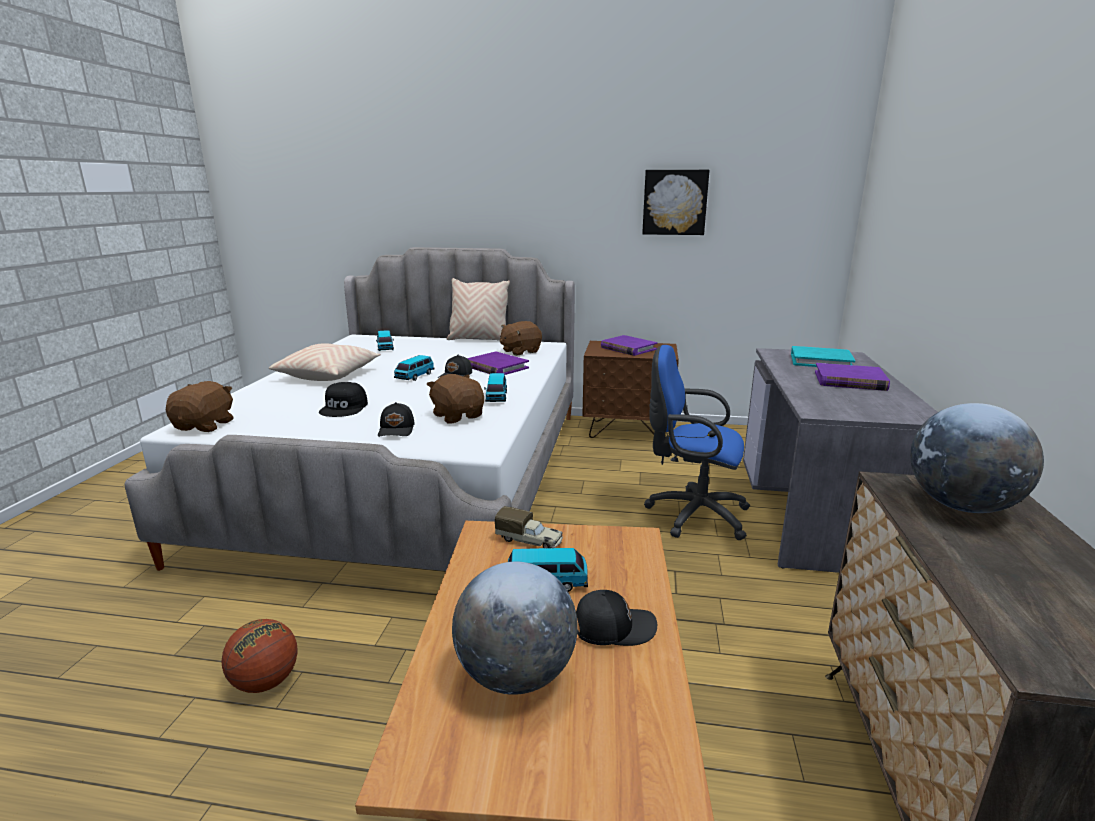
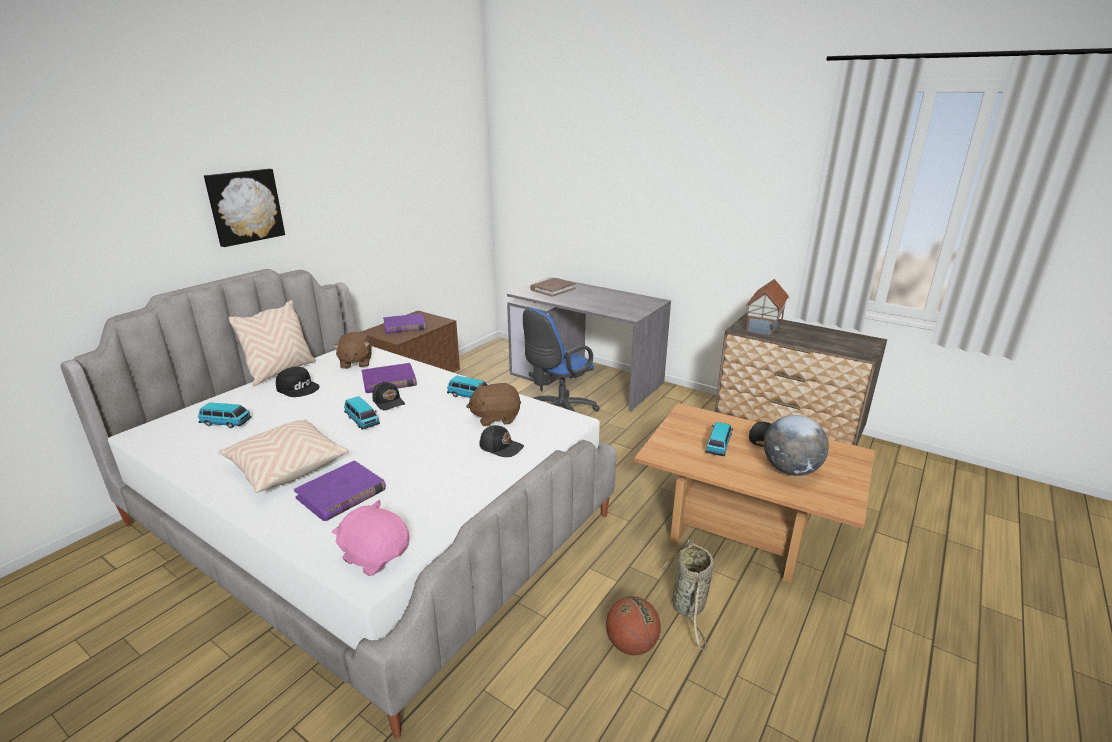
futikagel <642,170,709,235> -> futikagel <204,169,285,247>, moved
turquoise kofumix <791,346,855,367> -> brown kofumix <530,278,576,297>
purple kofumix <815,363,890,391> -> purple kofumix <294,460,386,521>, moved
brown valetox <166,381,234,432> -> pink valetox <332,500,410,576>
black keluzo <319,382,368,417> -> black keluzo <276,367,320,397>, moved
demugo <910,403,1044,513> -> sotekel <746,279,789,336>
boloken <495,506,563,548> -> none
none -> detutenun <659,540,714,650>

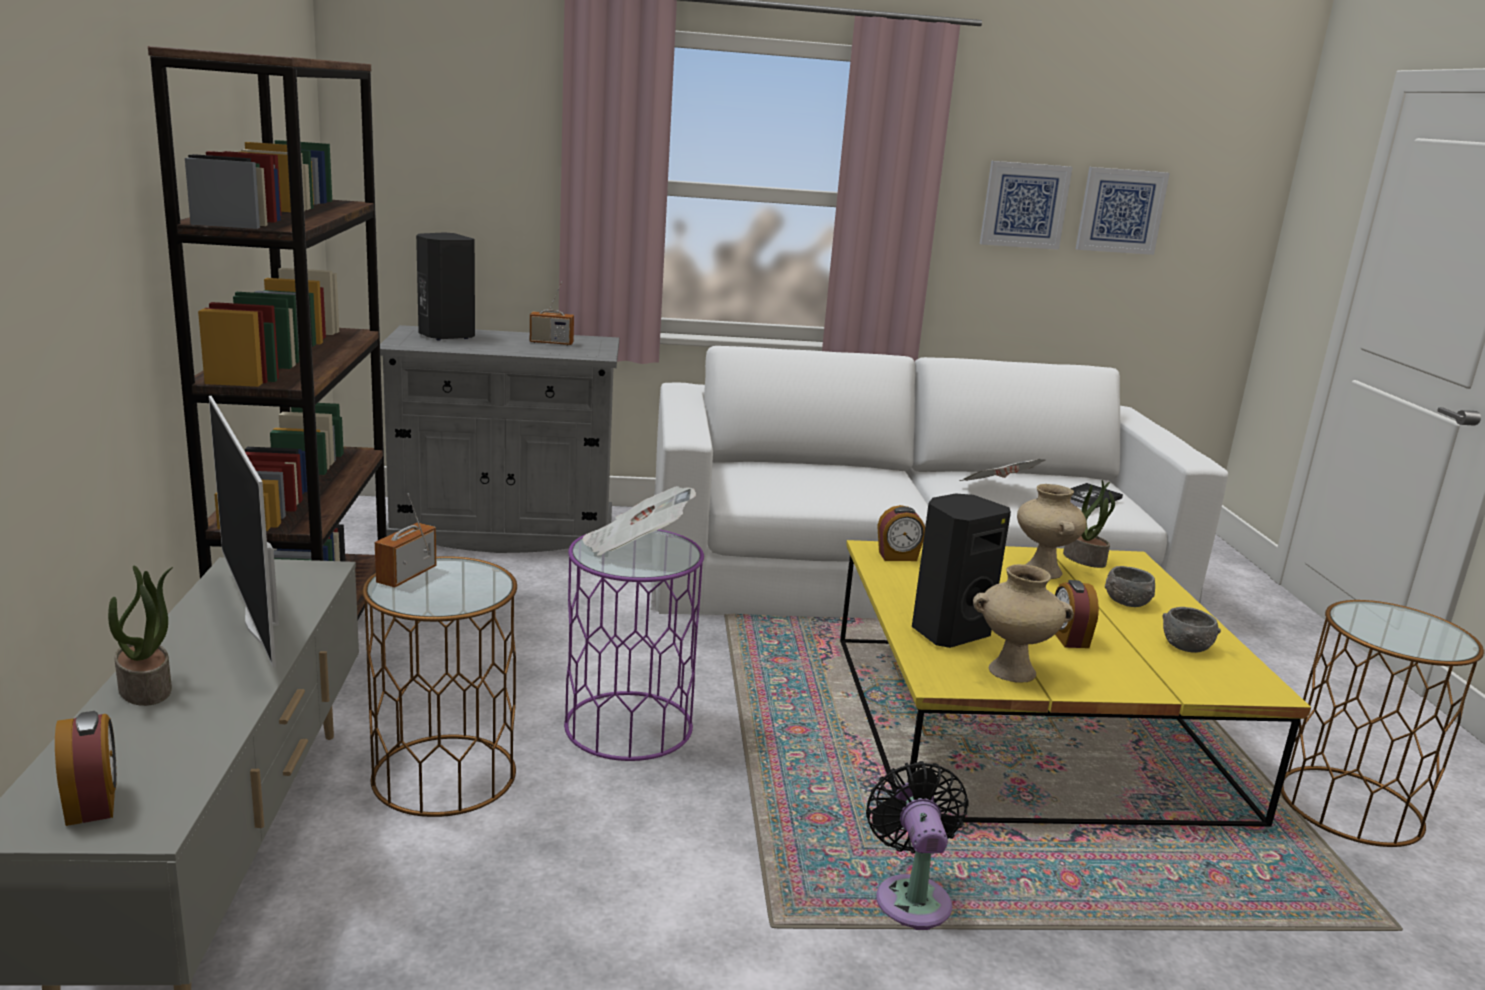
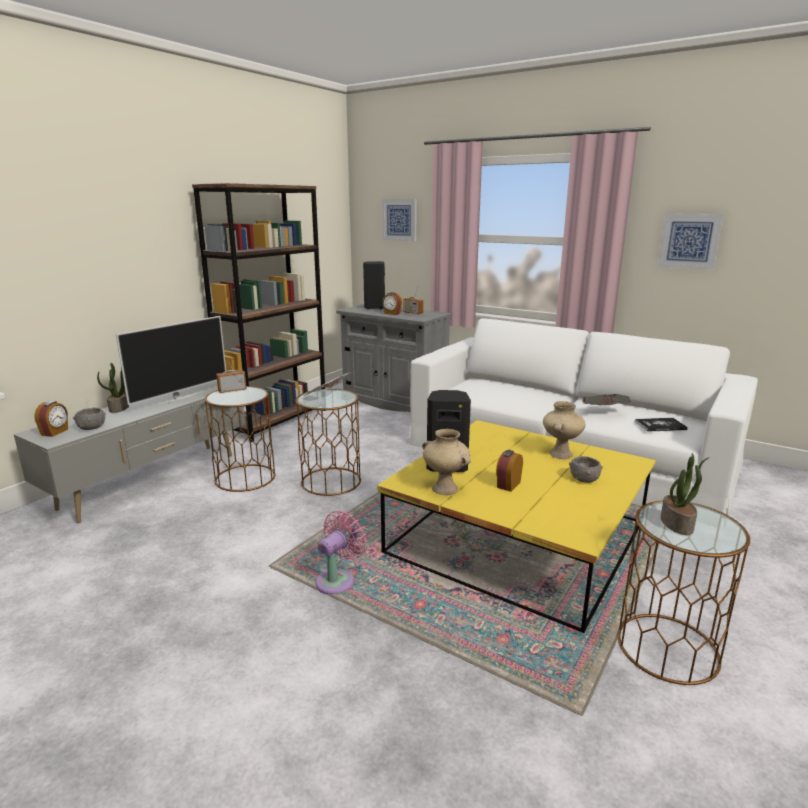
futikagel <1076,167,1170,255> -> futikagel <382,199,417,241>, moved
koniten <209,396,279,668> -> koniten <116,316,226,406>, 150 degrees counterclockwise
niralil <1063,480,1115,568> -> niralil <661,453,710,535>, moved
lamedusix <877,505,925,561> -> lamedusix <383,292,402,315>, moved
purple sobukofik <564,529,704,761> -> brown sobukofik <295,389,361,496>
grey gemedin <1163,607,1221,653> -> grey gemedin <73,408,106,430>, moved
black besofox <866,761,969,930> -> pink besofox <315,510,367,594>

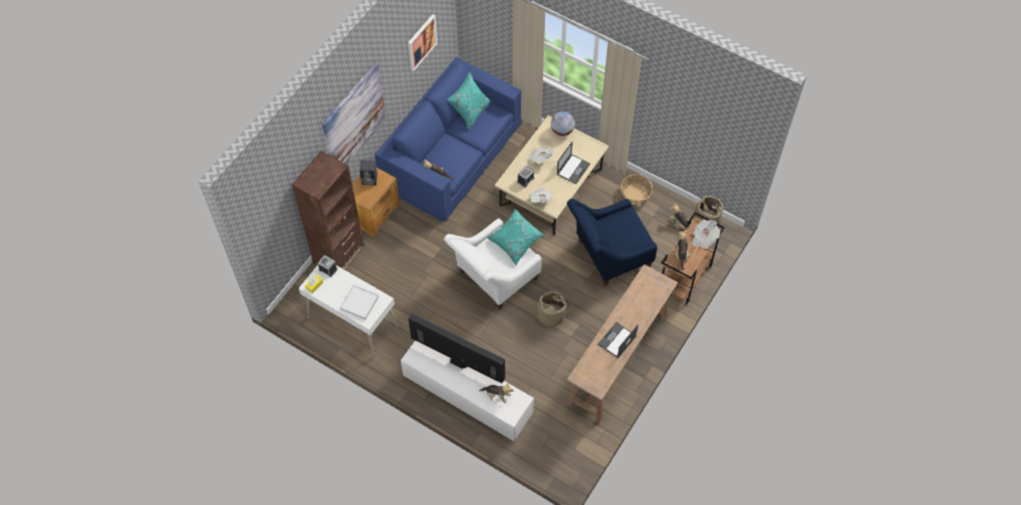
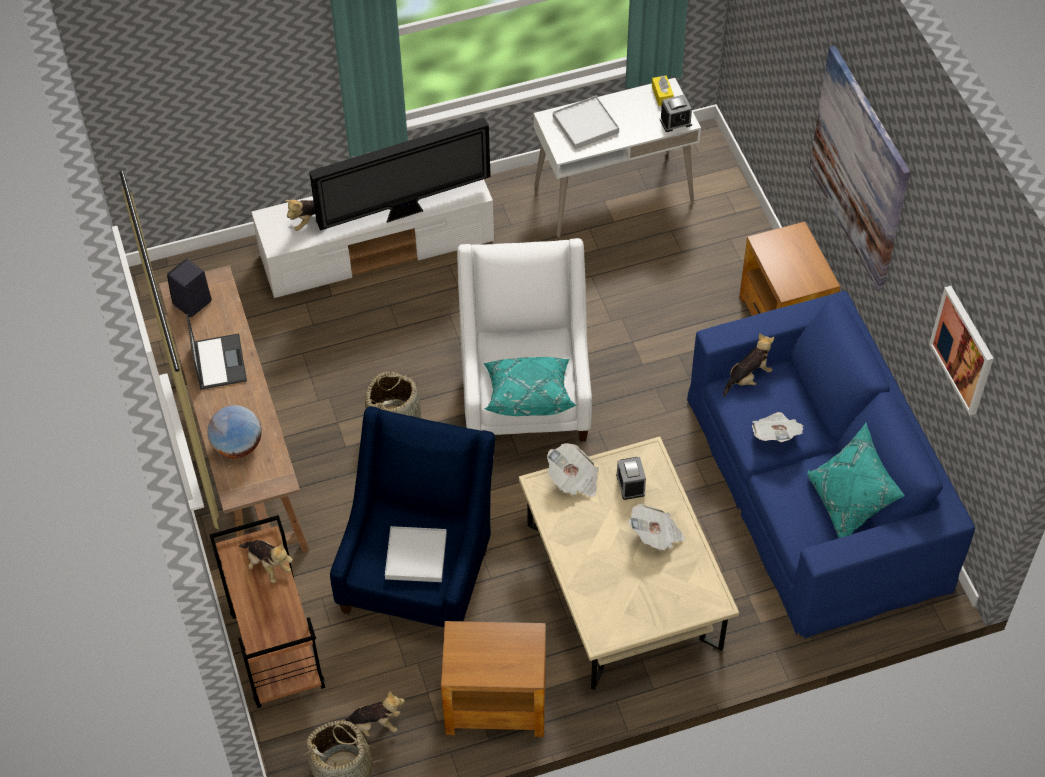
demugo <551,111,575,136> -> demugo <208,405,262,458>, moved
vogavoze <557,141,590,184> -> none
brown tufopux <292,151,364,270> -> none
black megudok <360,160,377,185> -> black megudok <167,259,212,317>, moved
detutenun <620,174,653,204> -> brown sobukofik <441,621,546,737>
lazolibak <692,219,720,249> -> lazolibak <752,412,804,442>, moved
none -> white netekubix <385,526,447,582>

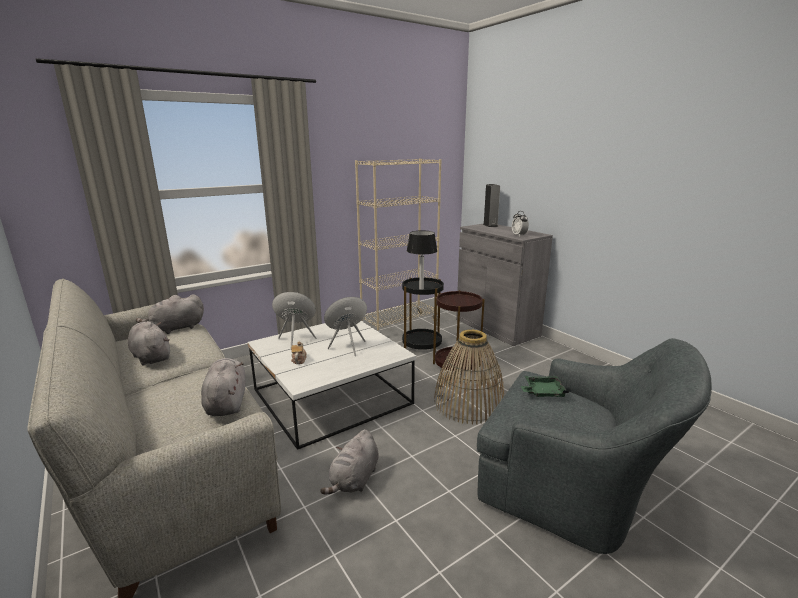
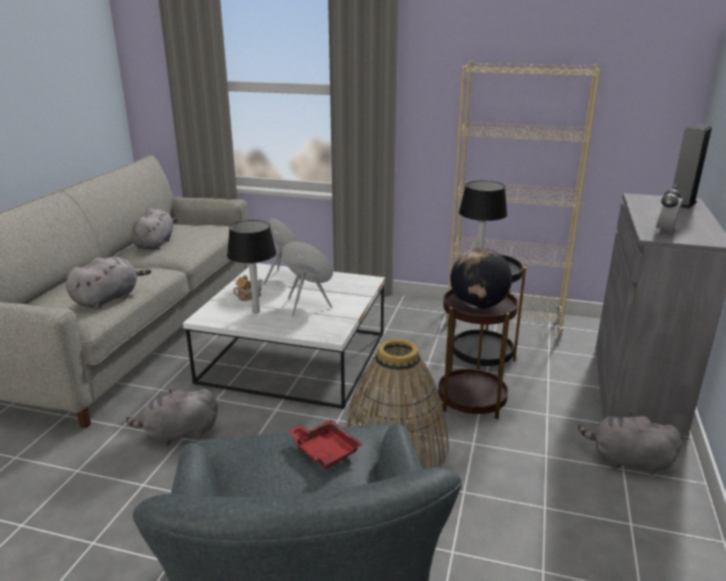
grey valetox <136,294,204,334> -> grey valetox <578,412,682,475>, moved
green netekubix <521,376,569,397> -> red netekubix <288,420,363,470>
none -> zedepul <227,220,277,313>
none -> demugo <450,248,512,309>

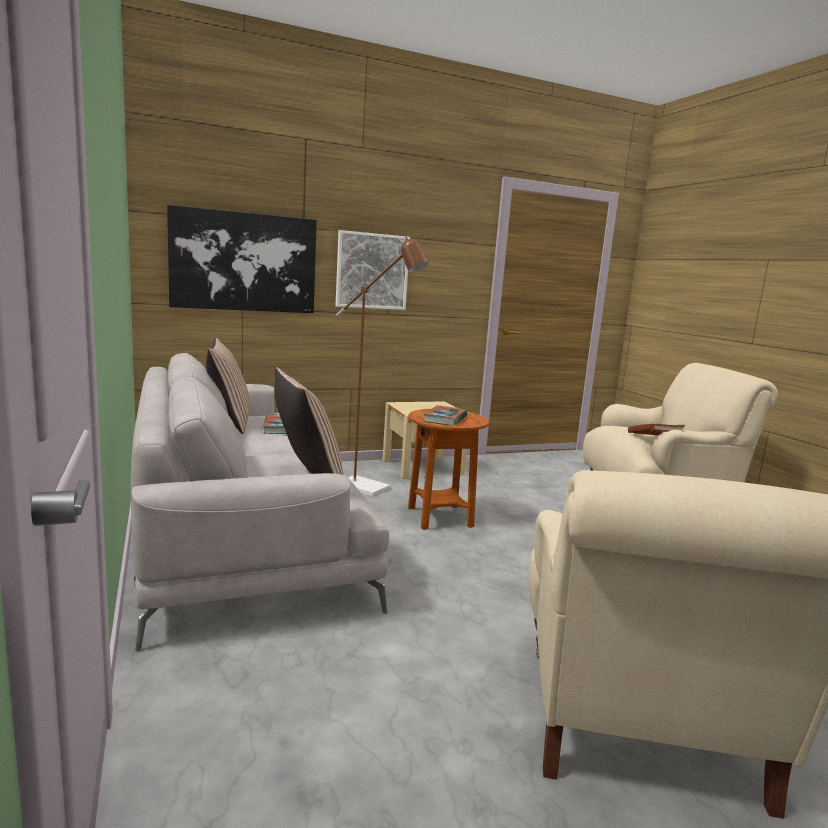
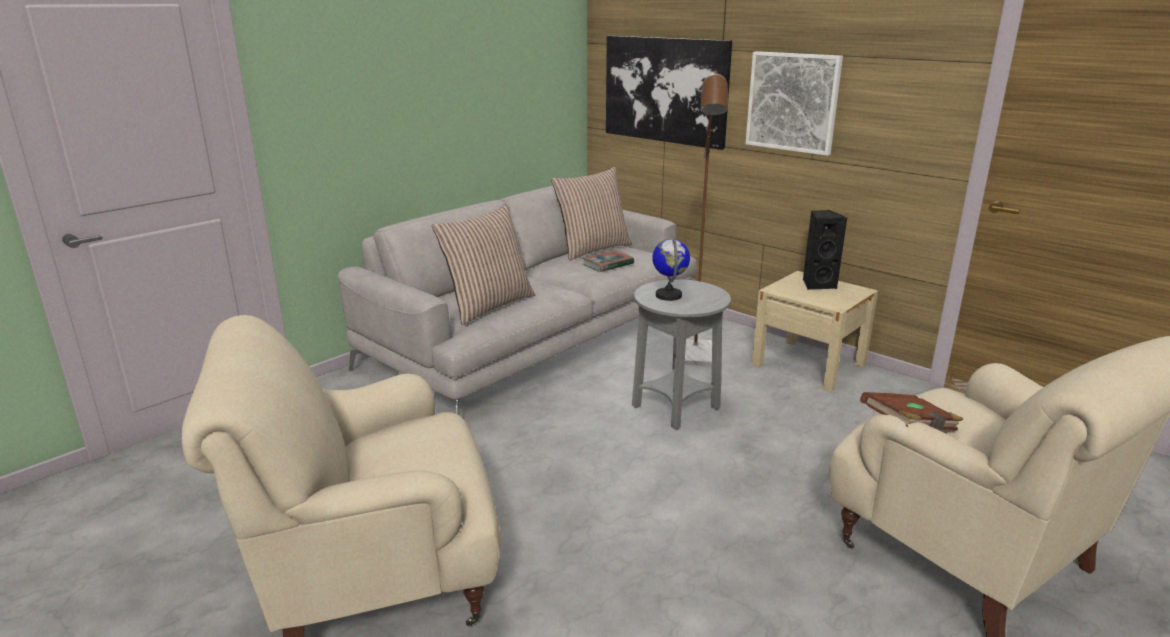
kofumix <423,405,467,426> -> demugo <652,237,690,301>
brown sobukofik <408,409,489,530> -> grey sobukofik <632,279,731,430>
none -> black megudok <803,210,847,290>

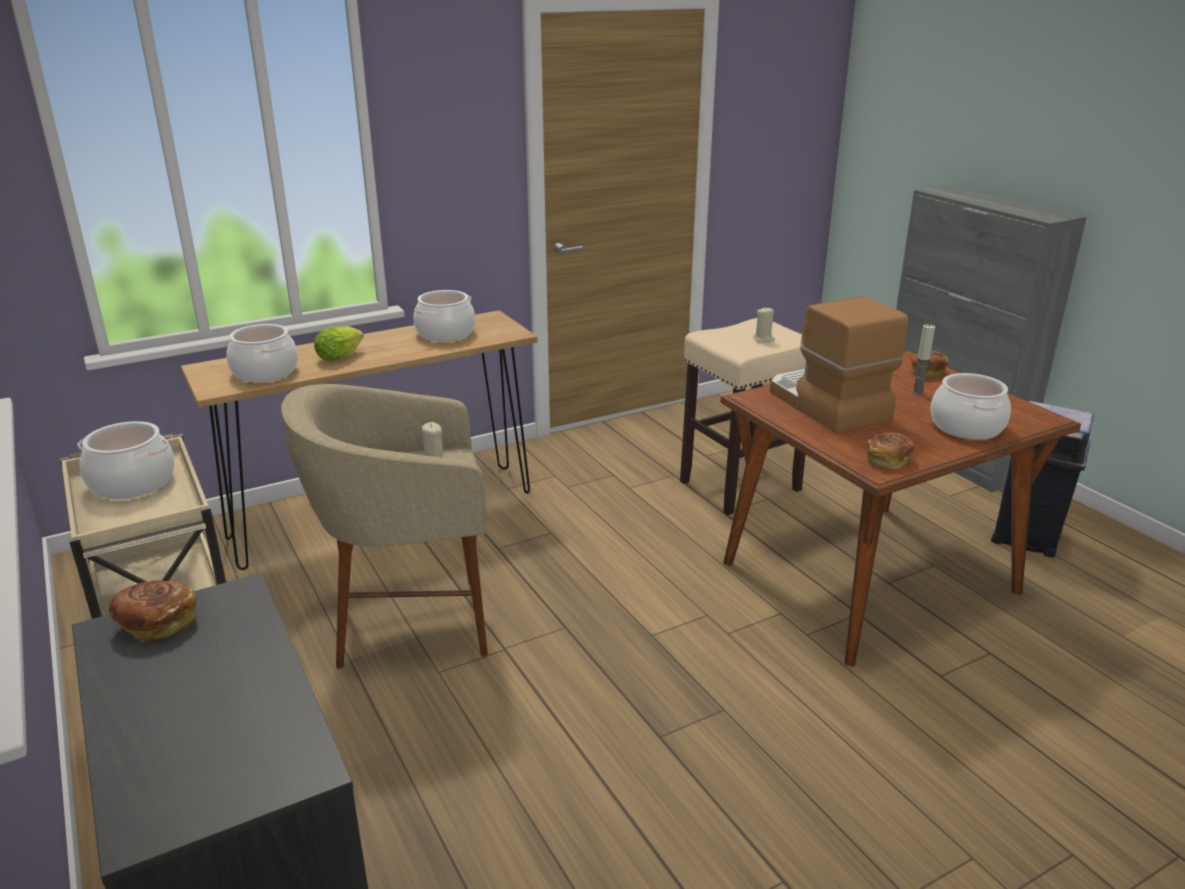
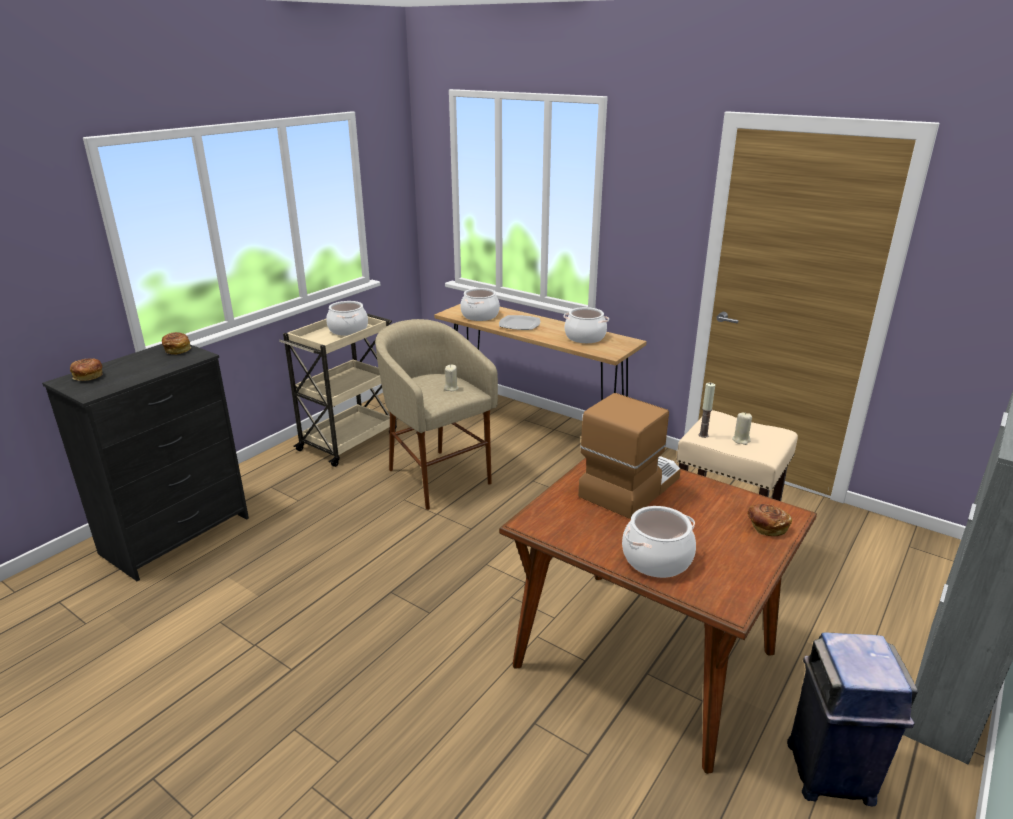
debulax <912,324,935,396> -> debulax <699,383,715,438>, moved
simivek <314,326,364,361> -> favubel <499,315,540,330>
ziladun <867,432,914,468> -> ziladun <70,358,102,381>, moved

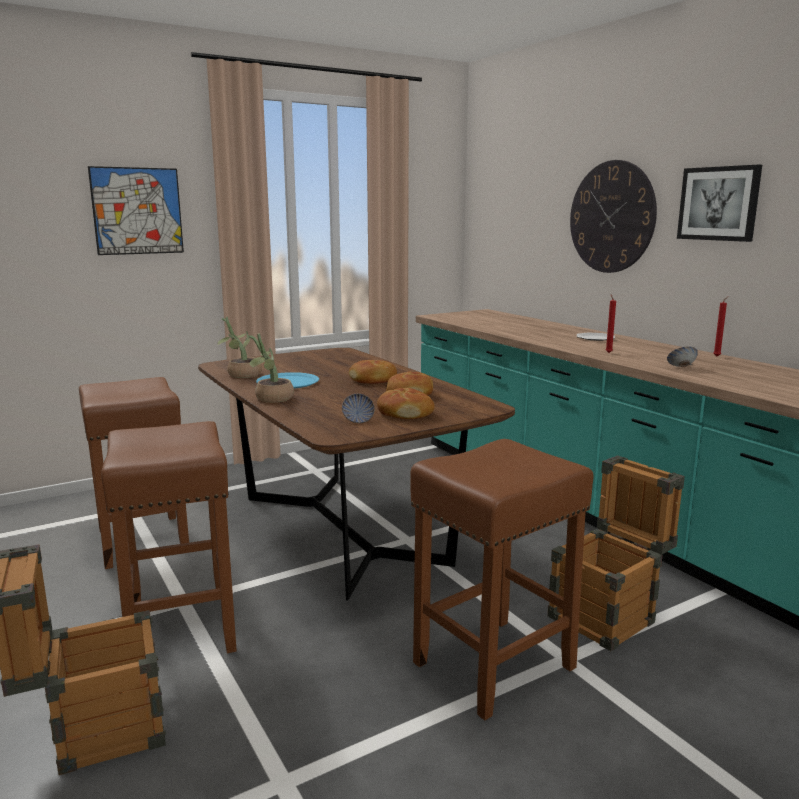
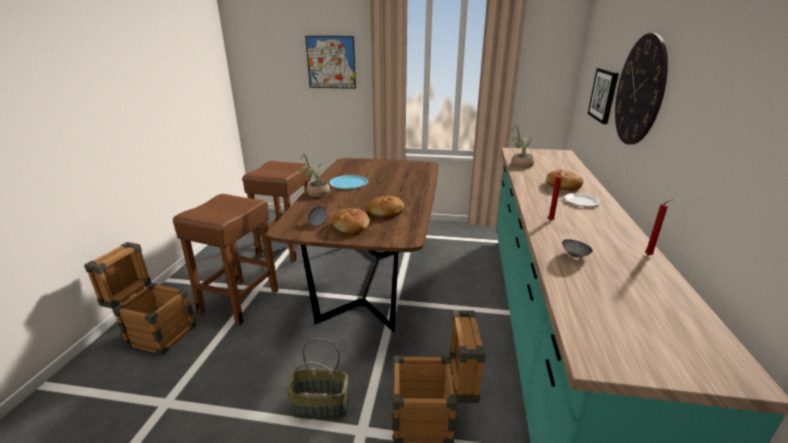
futikagel <677,165,762,242> -> futikagel <588,68,619,124>, moved
niralil <217,317,262,378> -> niralil <508,125,535,168>, moved
ziladun <349,360,397,384> -> ziladun <546,170,584,190>, moved
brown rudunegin <410,439,593,721> -> detutenun <286,338,349,420>

